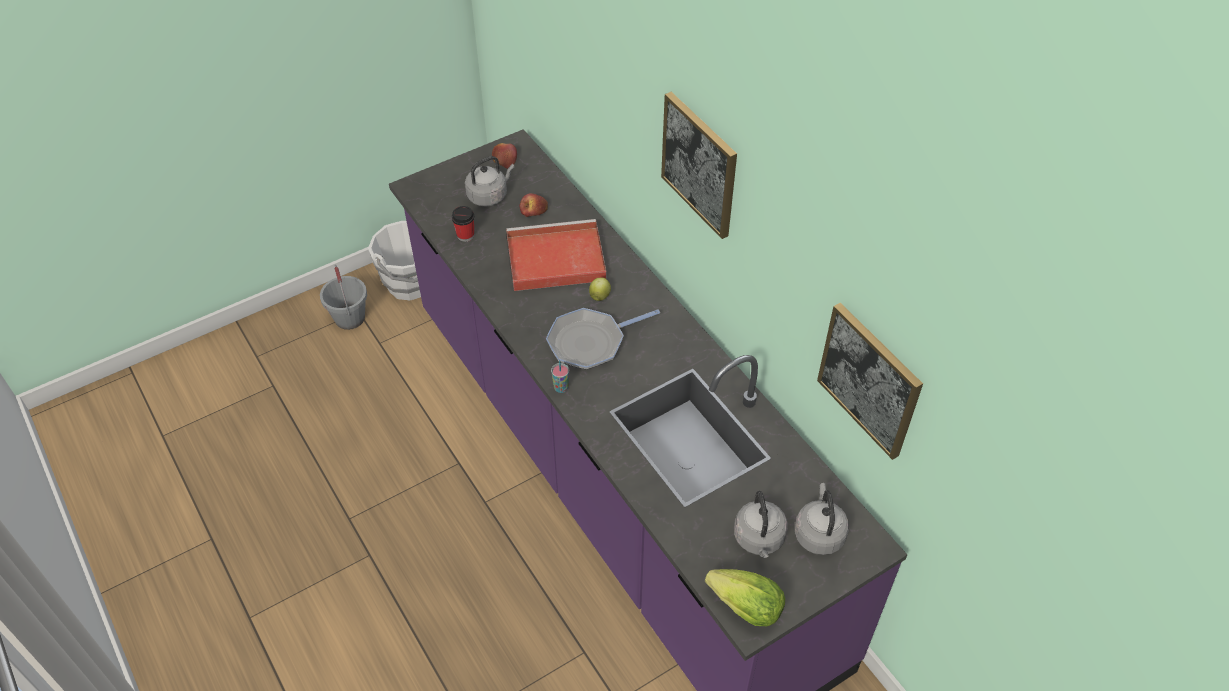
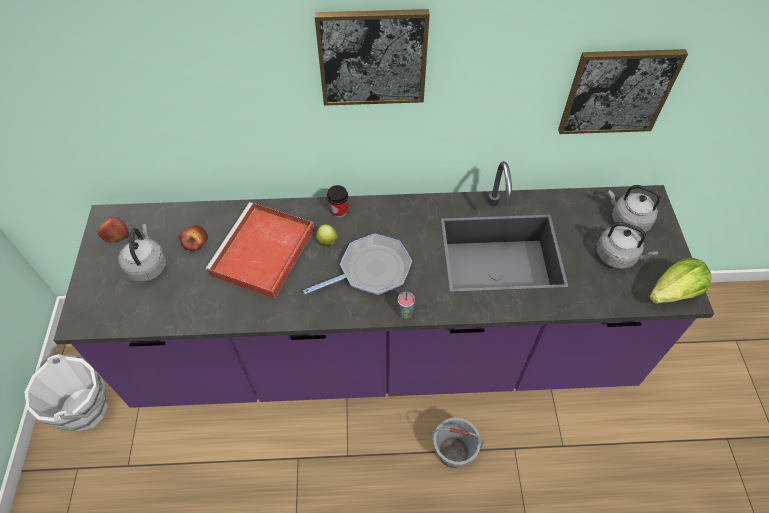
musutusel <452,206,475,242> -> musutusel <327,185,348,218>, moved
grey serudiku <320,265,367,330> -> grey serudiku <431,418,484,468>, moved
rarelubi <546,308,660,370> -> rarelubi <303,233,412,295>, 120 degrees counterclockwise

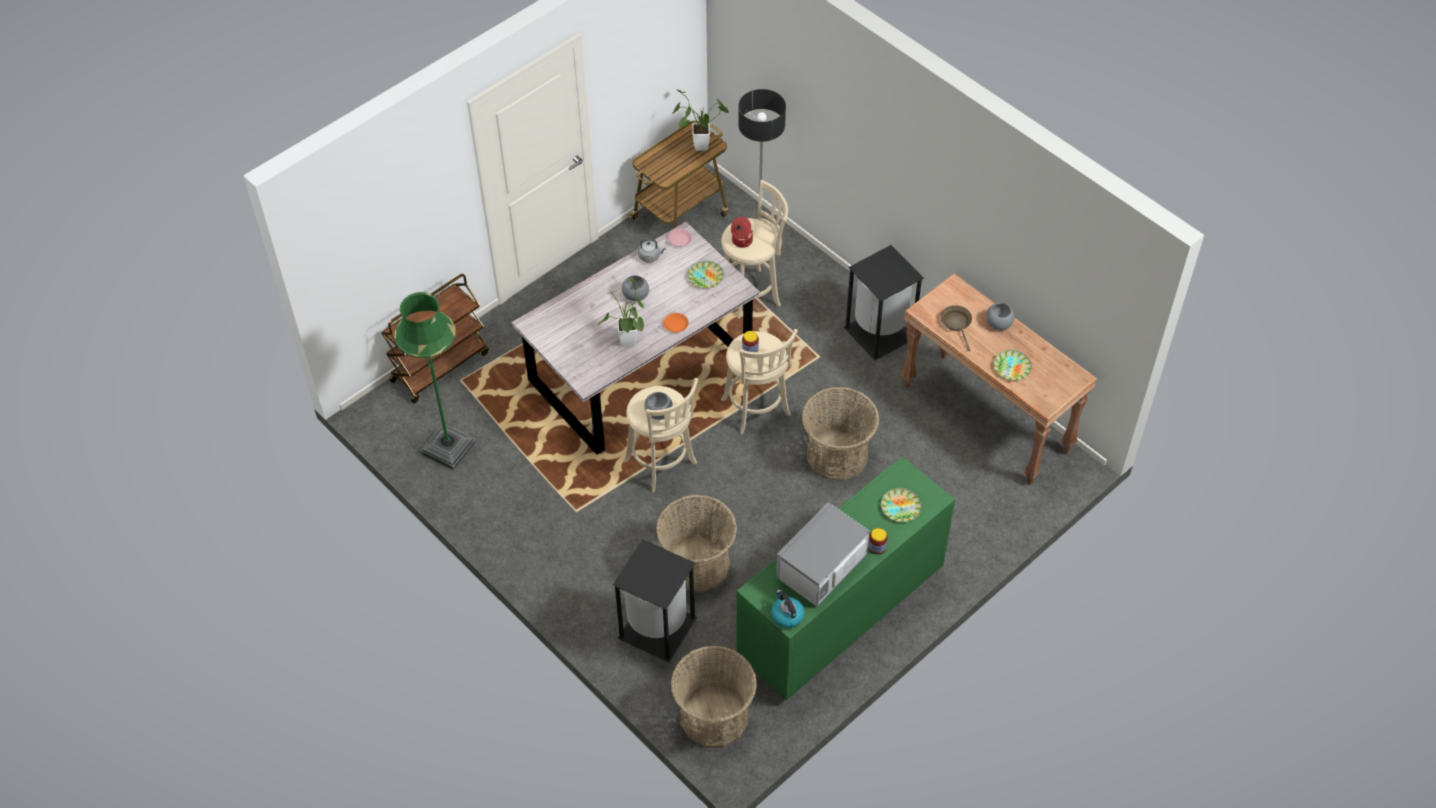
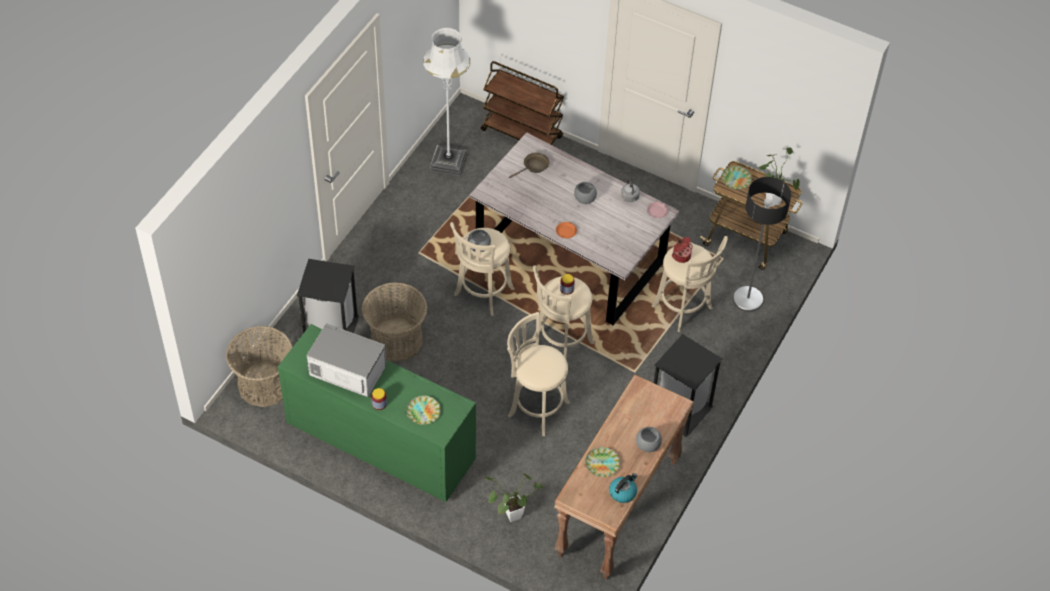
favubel <687,261,724,289> -> favubel <721,166,752,189>, moved
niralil <598,278,644,346> -> niralil <485,473,543,522>, moved
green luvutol <394,292,476,470> -> white luvutol <423,28,470,176>
brown rarelubi <940,305,972,351> -> brown rarelubi <509,153,549,178>, moved
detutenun <802,387,879,481> -> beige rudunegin <507,312,570,436>
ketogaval <771,589,804,628> -> ketogaval <609,473,637,503>, moved

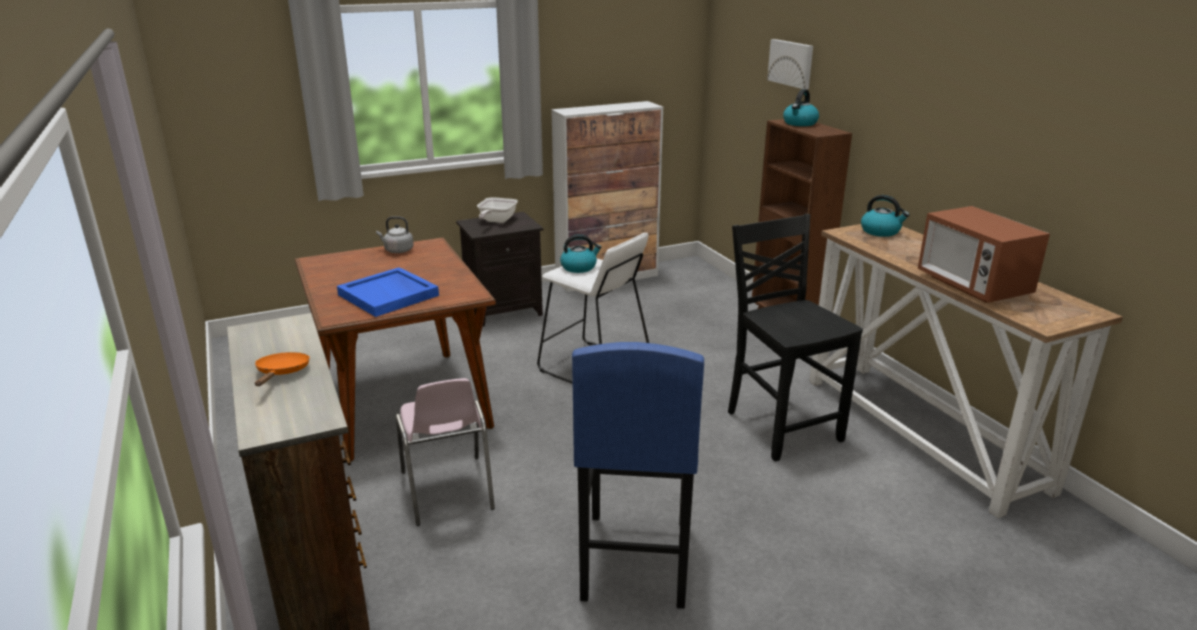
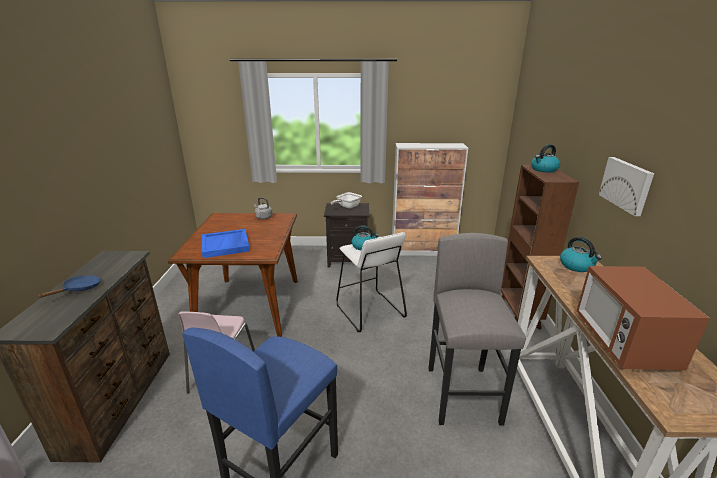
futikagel <767,39,813,89> -> futikagel <599,157,654,216>, moved
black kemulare <728,214,863,461> -> grey rudunegin <428,233,526,426>
orange rarelubi <255,352,310,386> -> blue rarelubi <37,275,101,298>

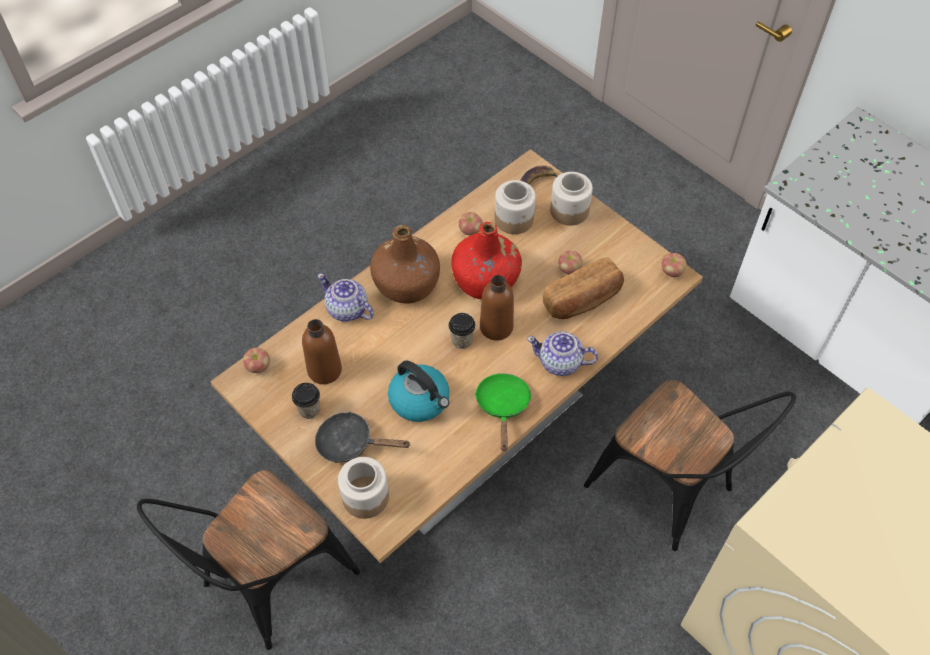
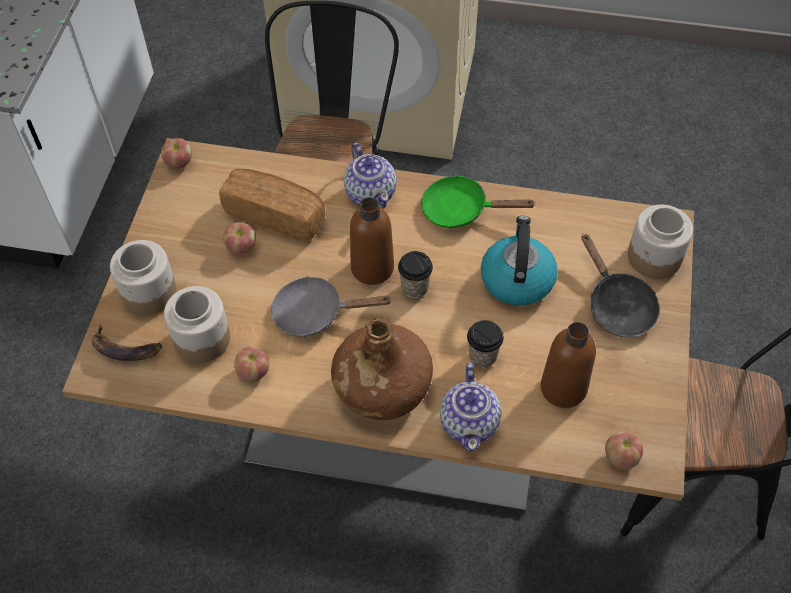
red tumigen <452,222,522,299> -> grey rarelubi <271,276,391,337>
green rarelubi <475,373,532,452> -> green rarelubi <421,175,536,228>, 45 degrees clockwise
musutusel <292,383,320,419> -> musutusel <467,320,504,368>, moved

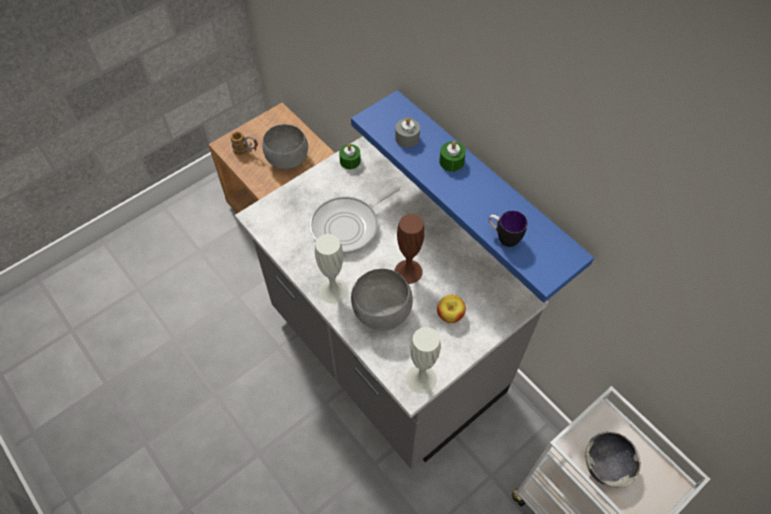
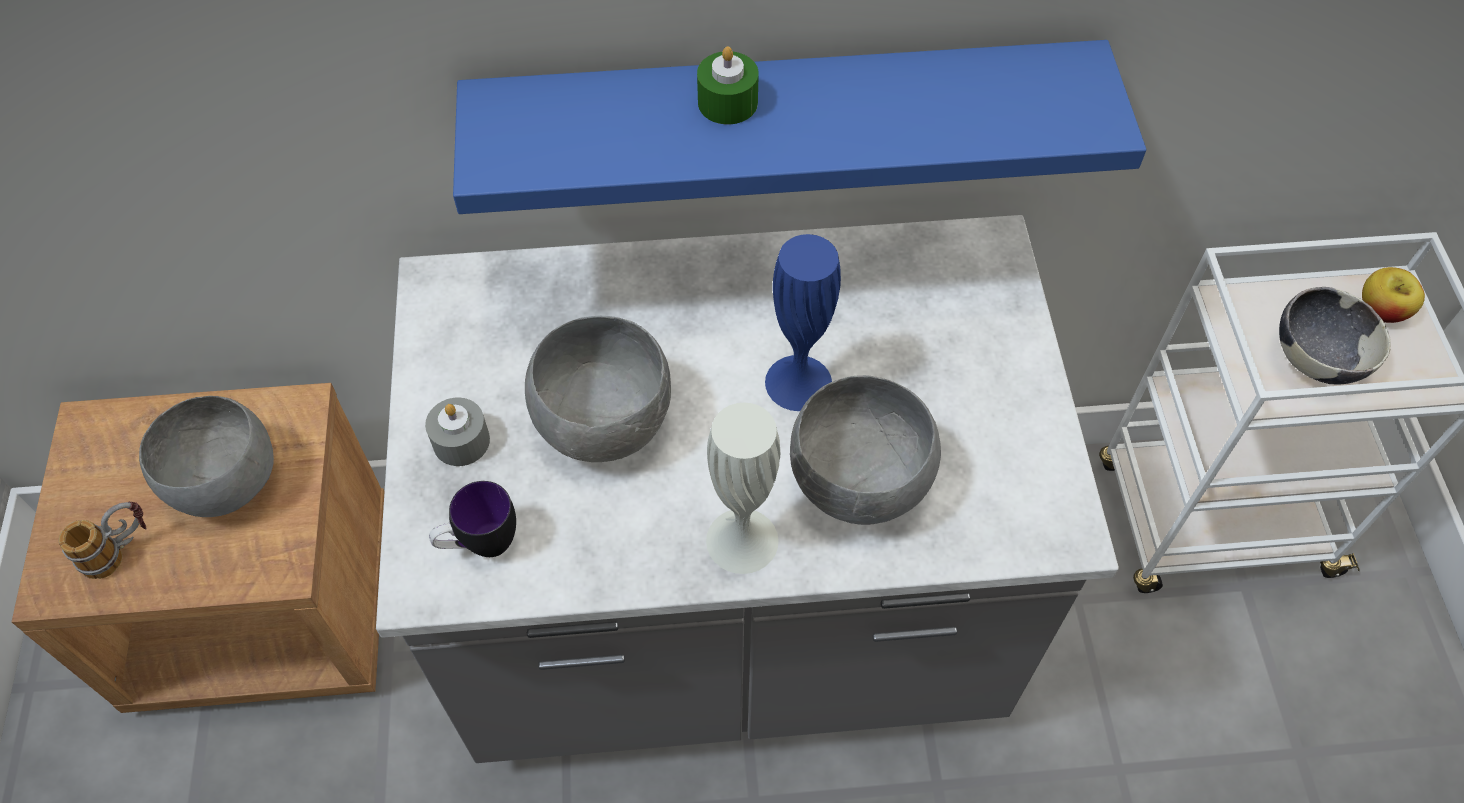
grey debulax <395,117,420,148> -> grey debulax <425,397,490,466>, moved
green debulax <339,144,361,169> -> none
rarelubi <310,186,400,255> -> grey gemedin <525,316,671,462>
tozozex <488,211,528,247> -> tozozex <429,481,516,557>, moved
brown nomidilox <394,214,425,284> -> blue nomidilox <765,234,841,411>
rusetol <437,295,466,323> -> rusetol <1362,267,1425,323>, moved
white nomidilox <406,327,441,394> -> none

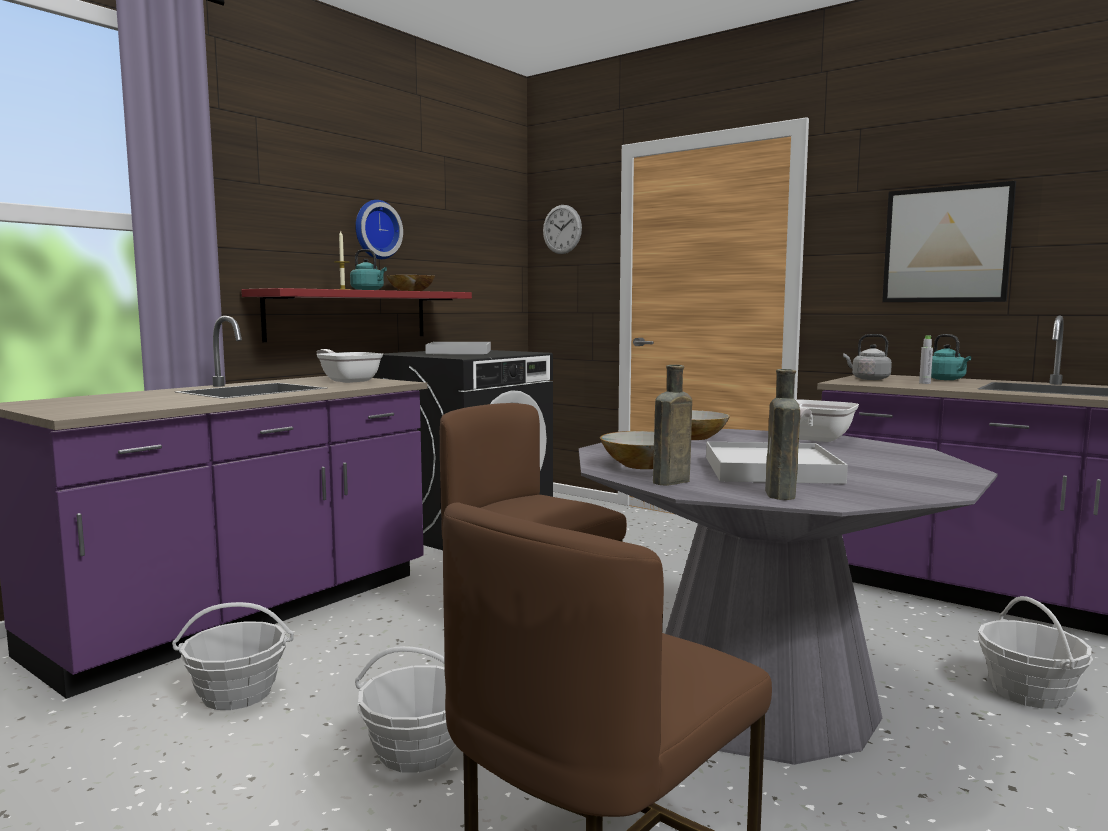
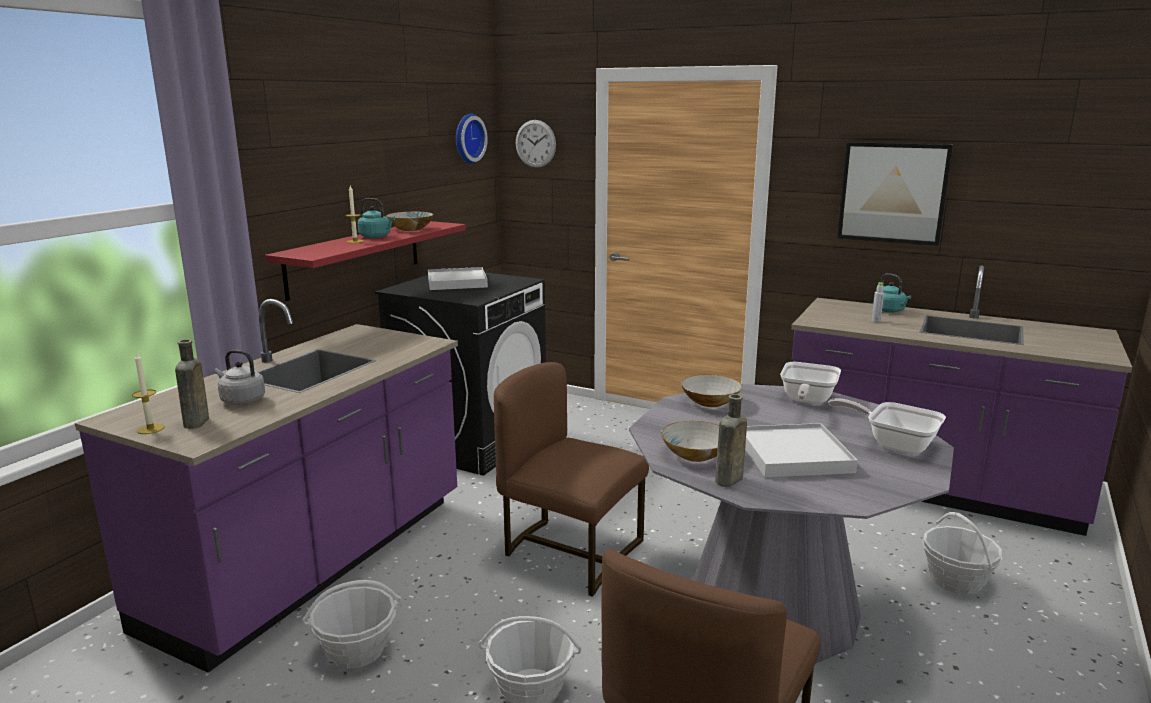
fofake <355,200,403,259> -> fofake <456,113,488,164>, moved
grey ketogaval <843,334,892,380> -> grey ketogaval <215,350,265,405>, moved
rarelubi <317,349,383,383> -> rarelubi <828,398,946,455>, moved
brown tumigen <765,369,800,500> -> brown tumigen <175,339,209,429>, moved
none -> debulax <132,353,165,434>

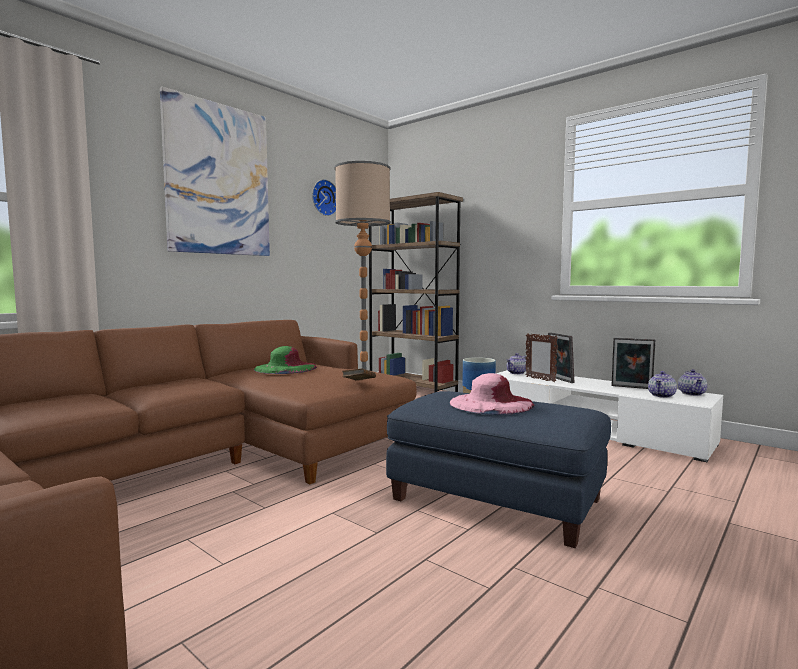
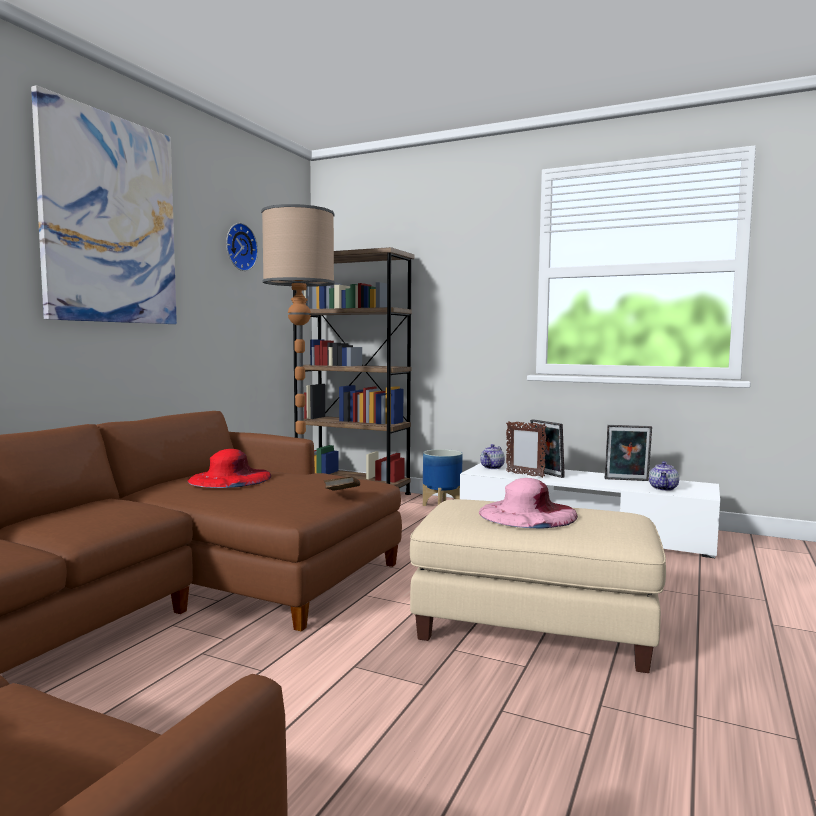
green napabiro <254,346,317,374> -> red napabiro <187,449,271,488>
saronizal <678,370,707,396> -> none
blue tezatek <386,391,611,548> -> beige tezatek <410,499,666,673>

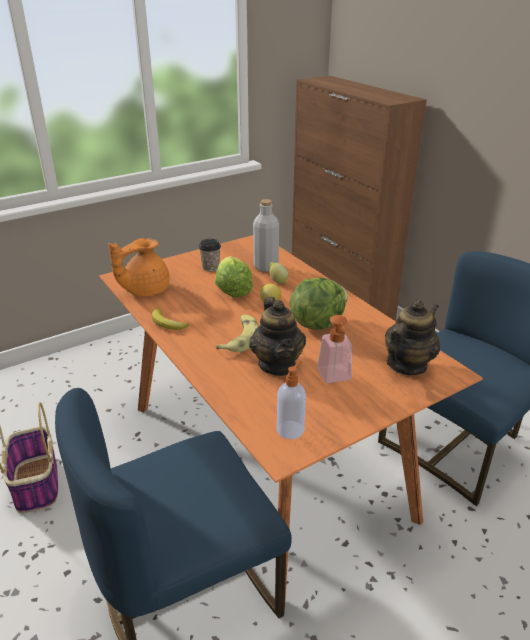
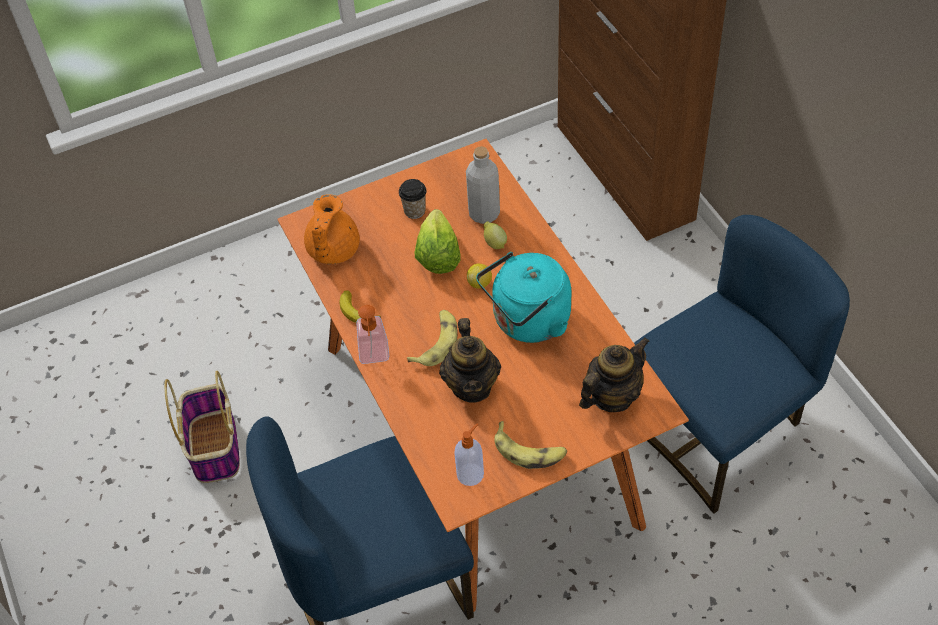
orange saronizal <108,238,170,296> -> orange saronizal <304,194,360,264>, 45 degrees counterclockwise
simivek <289,277,348,330> -> turquoise ketogaval <476,252,571,343>
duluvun <317,315,352,383> -> duluvun <356,305,390,364>, moved
none -> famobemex <494,421,567,469>

